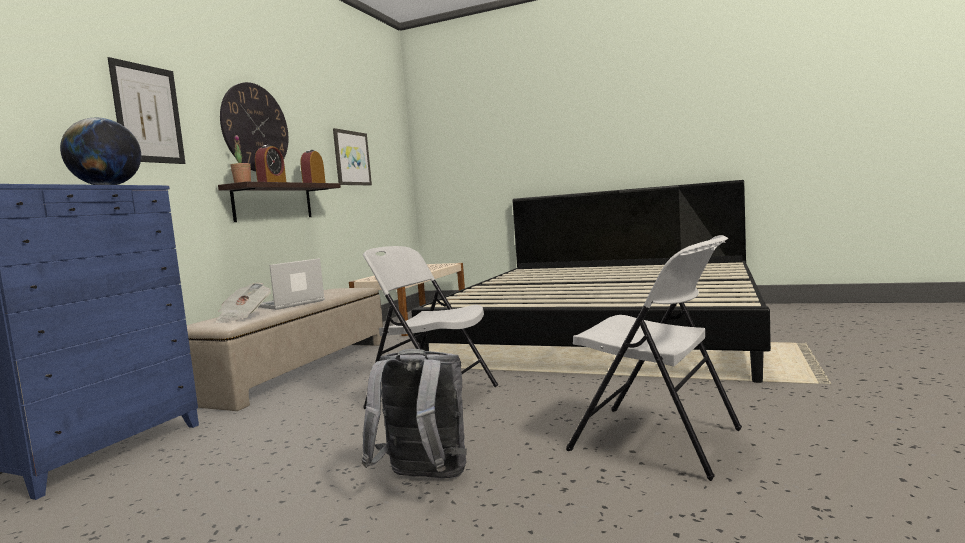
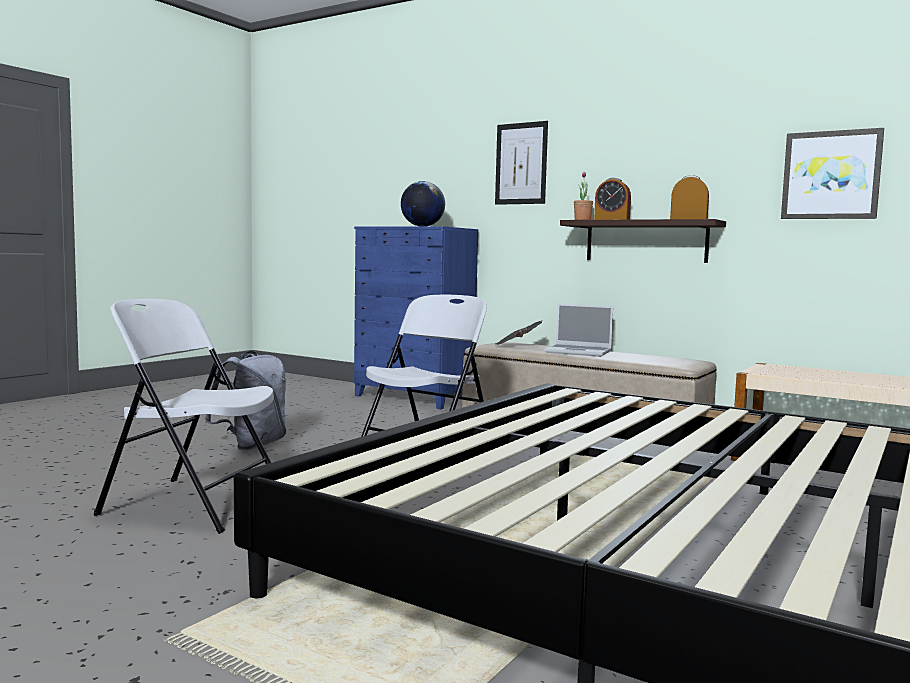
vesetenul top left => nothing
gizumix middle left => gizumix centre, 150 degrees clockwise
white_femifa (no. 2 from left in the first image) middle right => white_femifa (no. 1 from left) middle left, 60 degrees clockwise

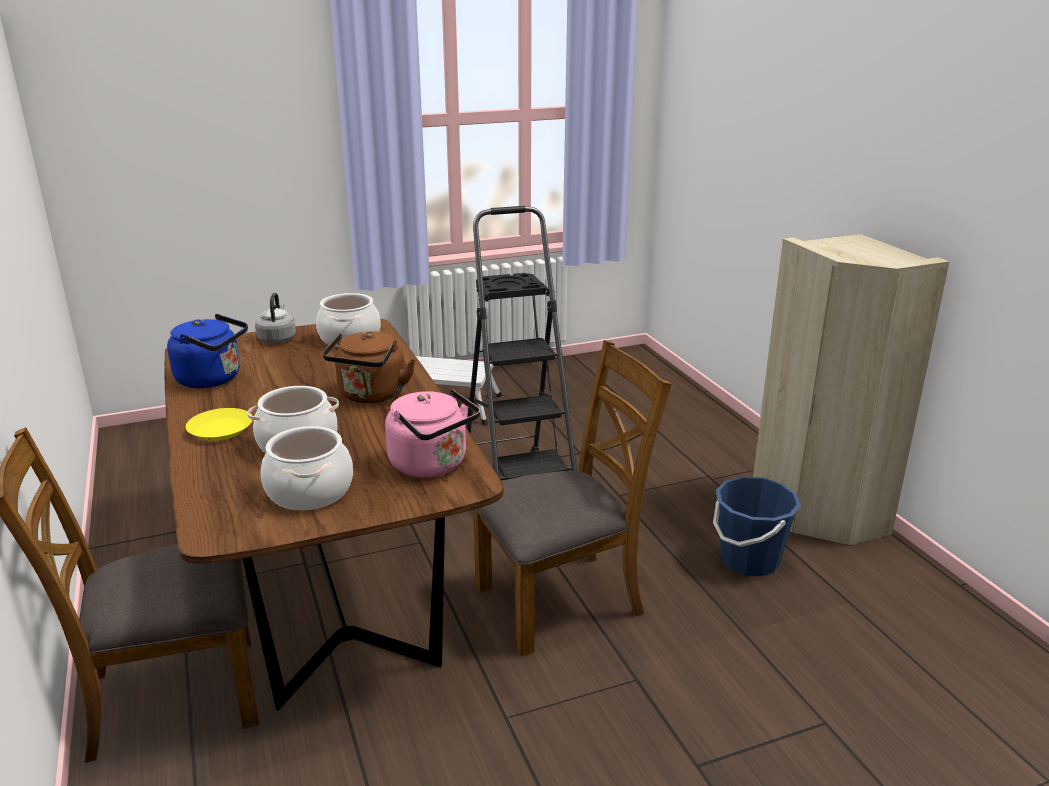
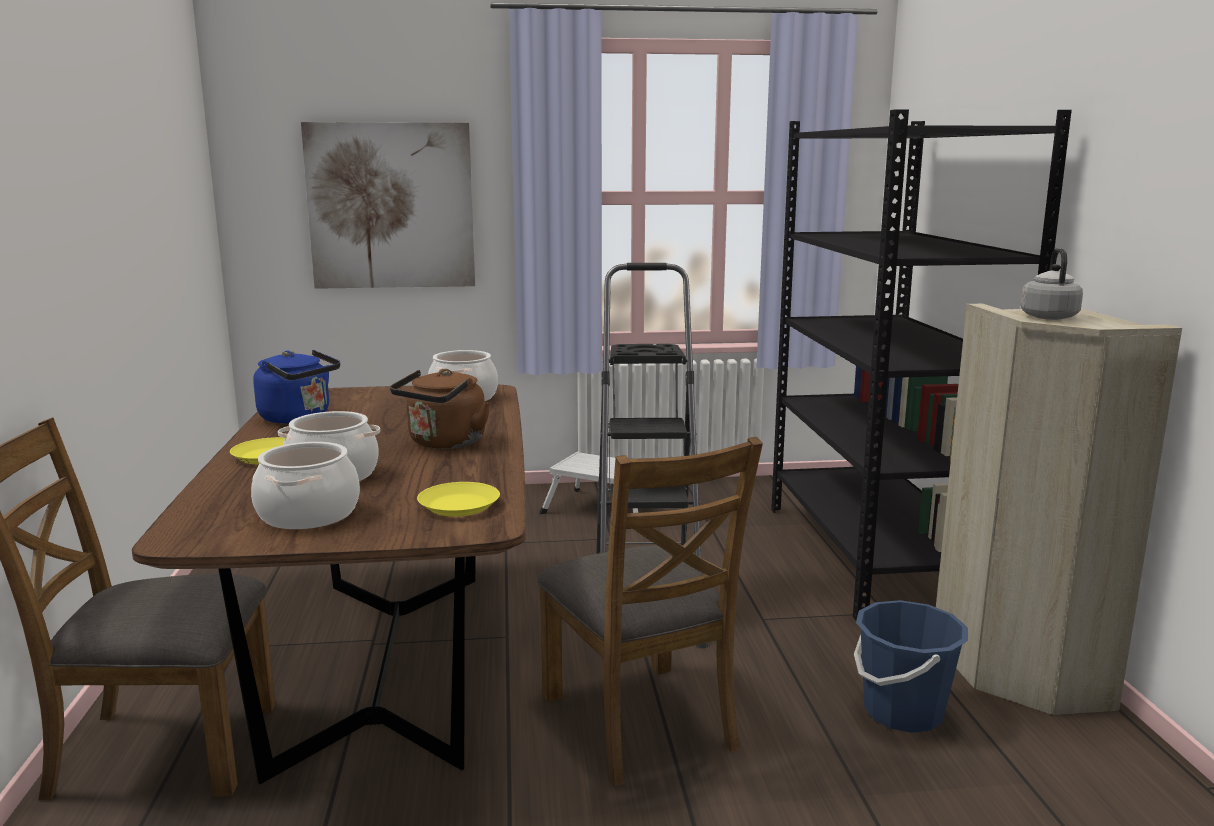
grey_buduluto middle left => grey_buduluto middle right, shifted
pink_buduluto centre => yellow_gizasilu (no. 2 from left) centre
brown_femifa (no. 2 from left) centre => brown_femifa (no. 2 from left) bottom centre, 75 degrees clockwise
nothing => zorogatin top left
nothing => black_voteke middle right

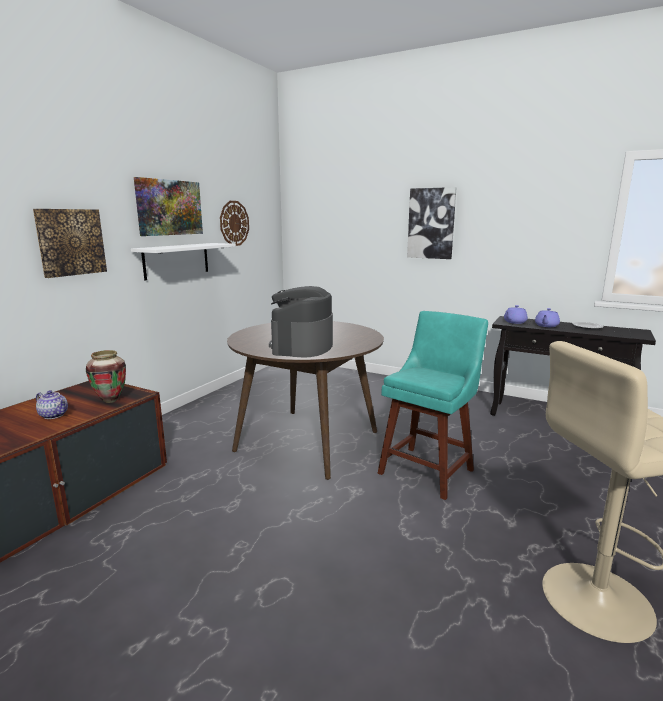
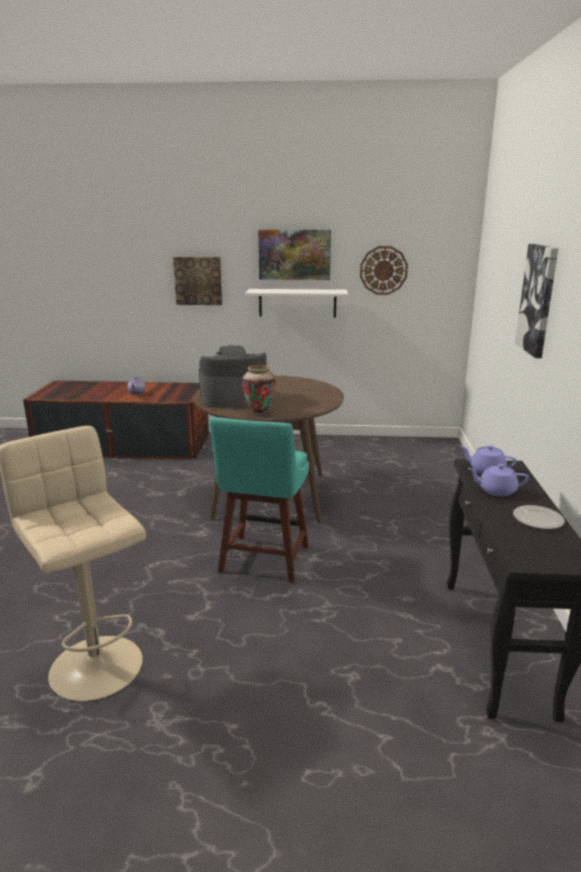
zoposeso middle left => zoposeso centre, shifted
turquoise_femifa centre, 90 degrees clockwise

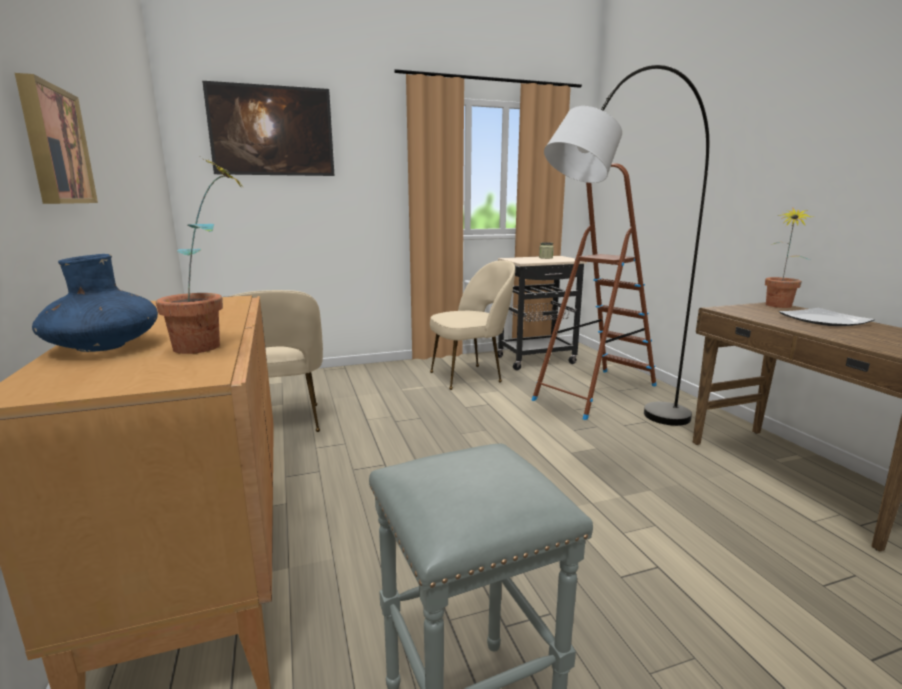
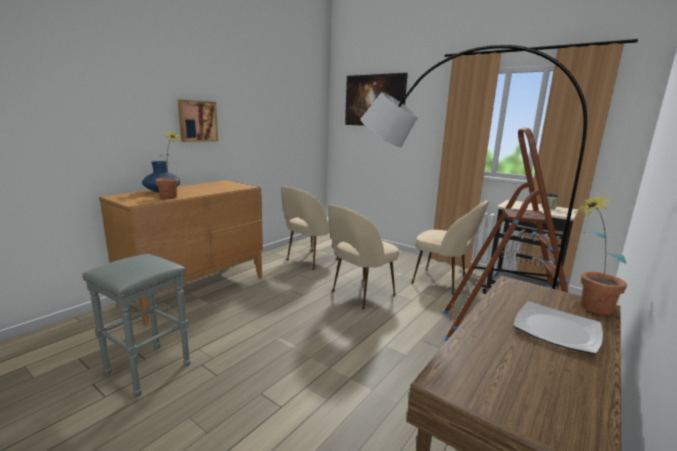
nothing => beige_femifa (no. 2 from left) centre

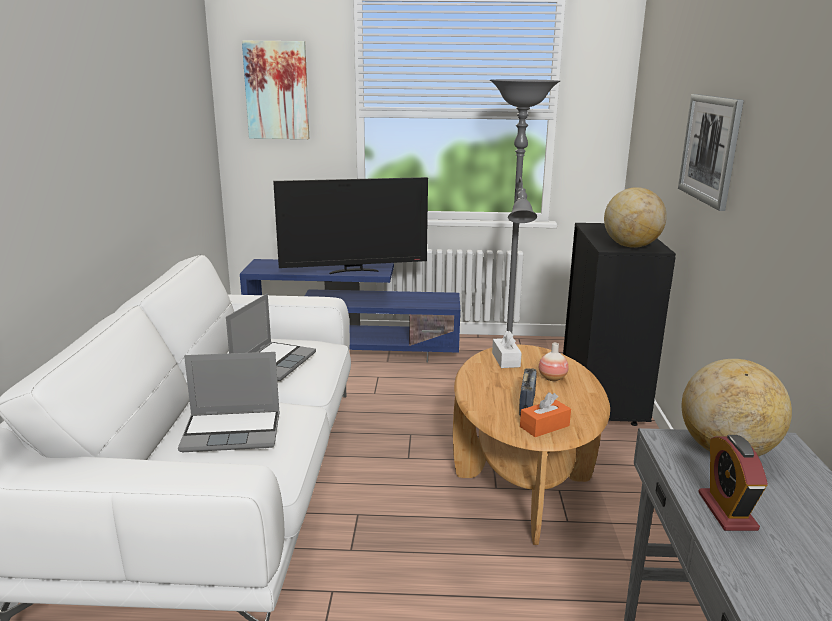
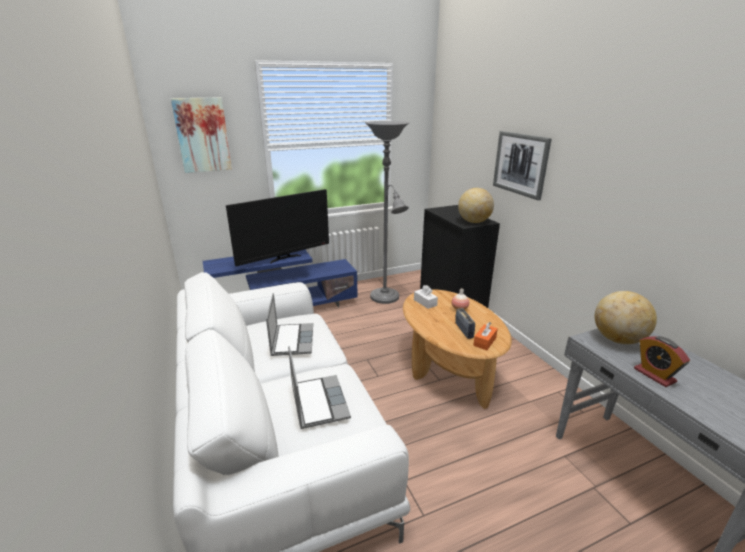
gizumix (no. 1 from left in the first image) middle left => gizumix (no. 2 from left) bottom centre, 75 degrees counterclockwise

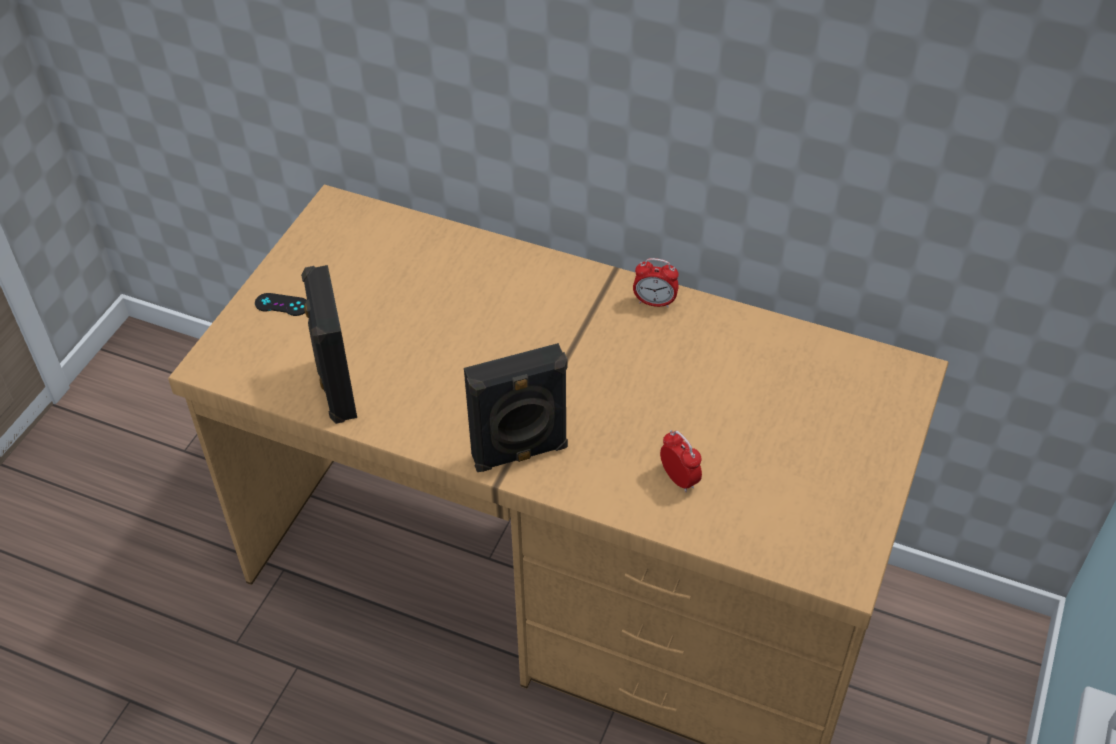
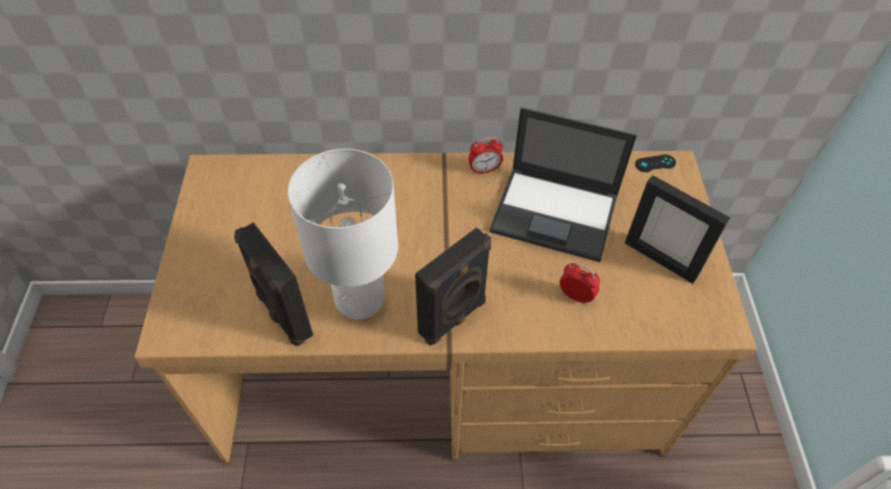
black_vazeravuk middle left => black_vazeravuk middle right, shifted
nothing => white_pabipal centre
nothing => gizumix centre
nothing => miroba middle right

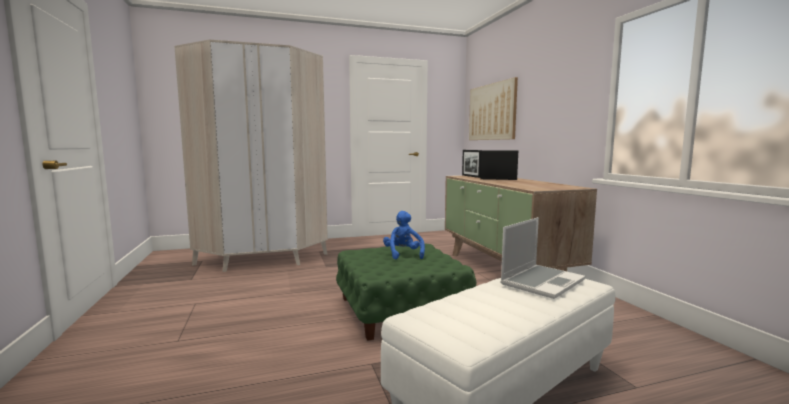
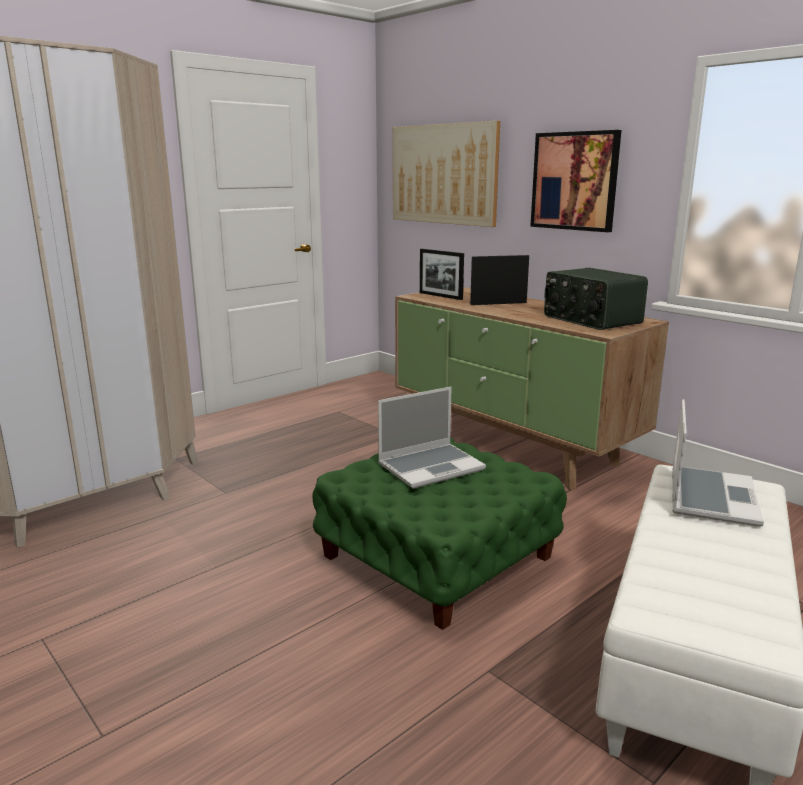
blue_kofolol centre => gizumix (no. 1 from left) centre
nothing => zorogatin (no. 2 from left) top right
nothing => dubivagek middle right

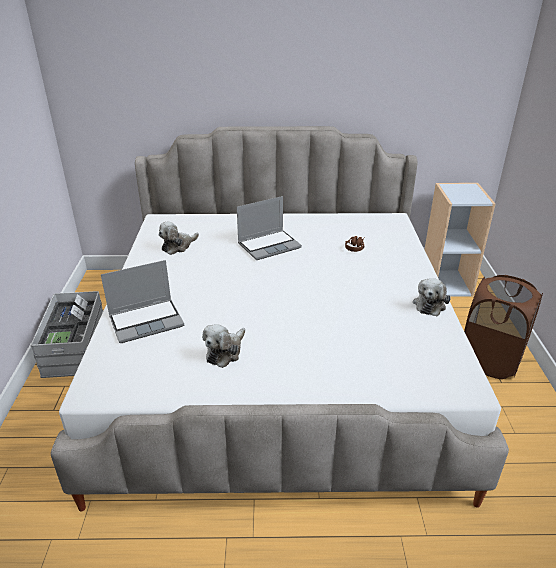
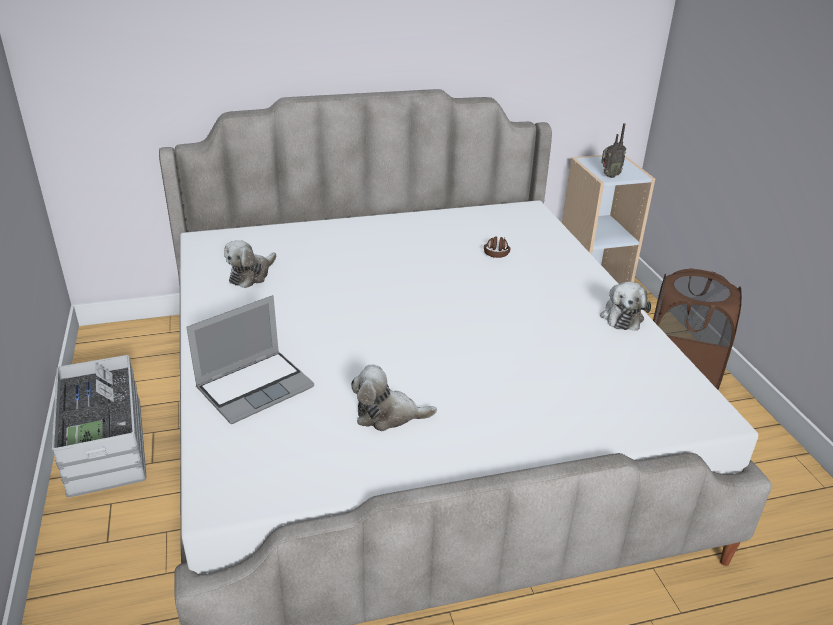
kofolol (no. 2 from left) centre, 75 degrees clockwise
gizumix (no. 2 from left) centre => nothing
nothing => dubivagek top right

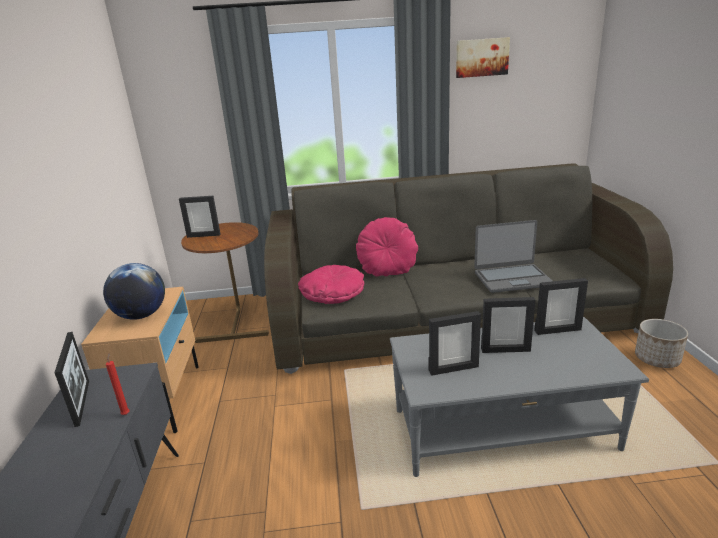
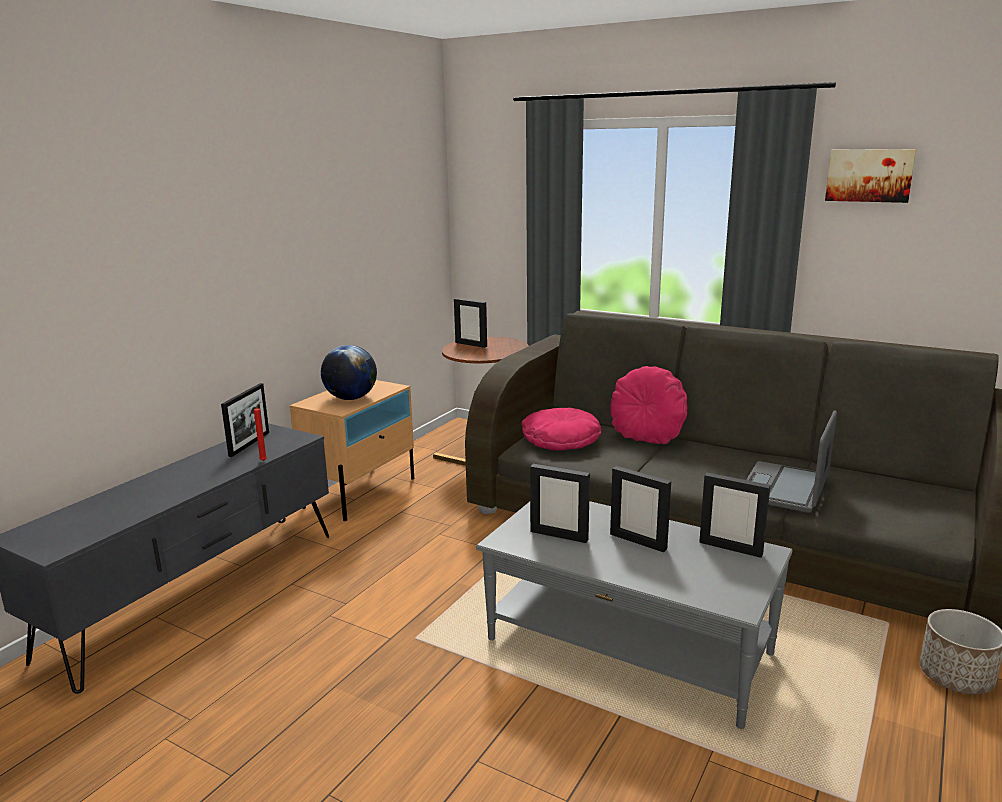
gizumix middle right, 90 degrees clockwise

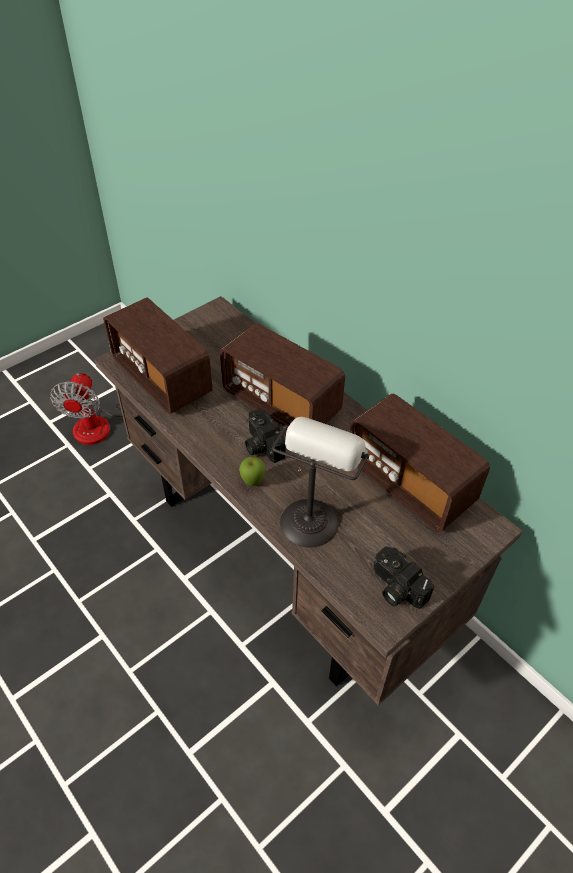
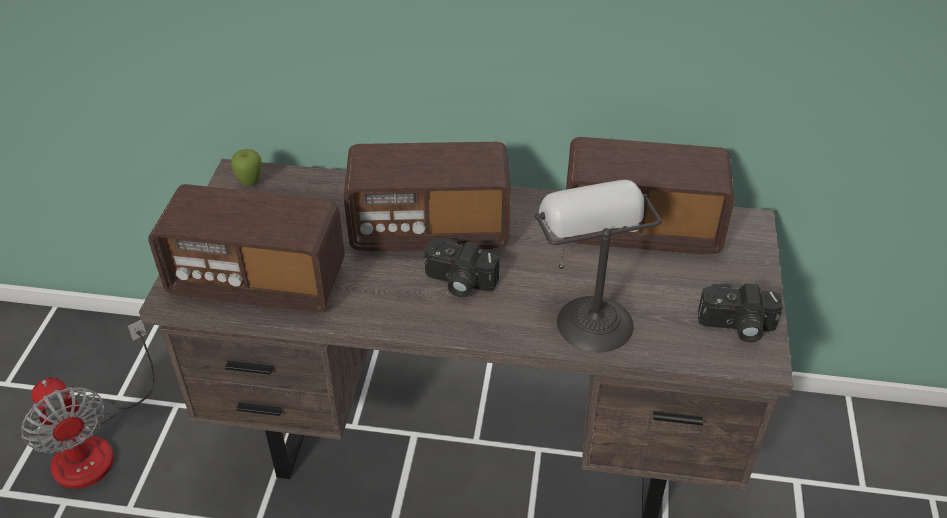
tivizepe centre => tivizepe top left, shifted

